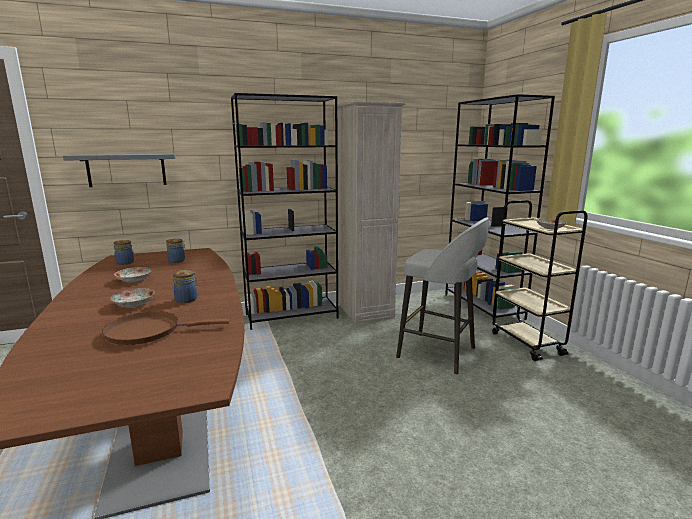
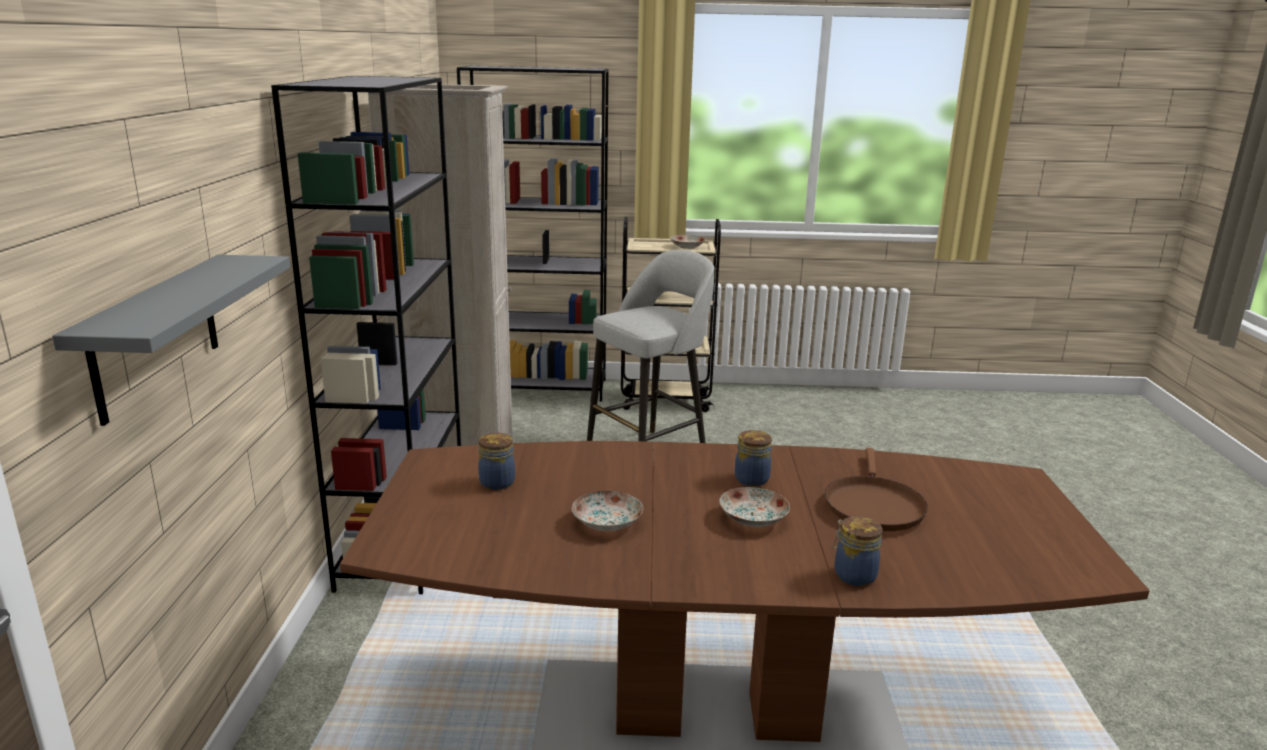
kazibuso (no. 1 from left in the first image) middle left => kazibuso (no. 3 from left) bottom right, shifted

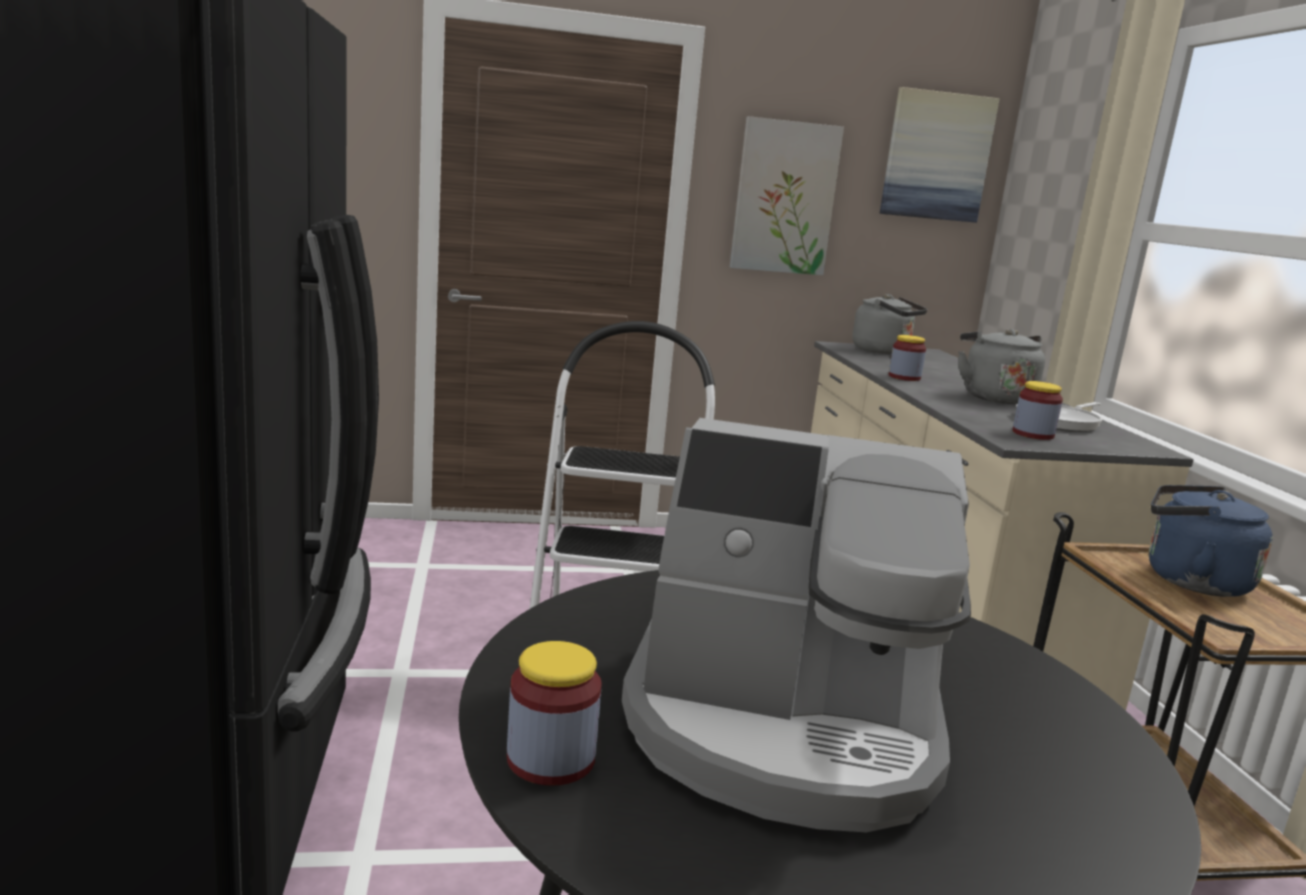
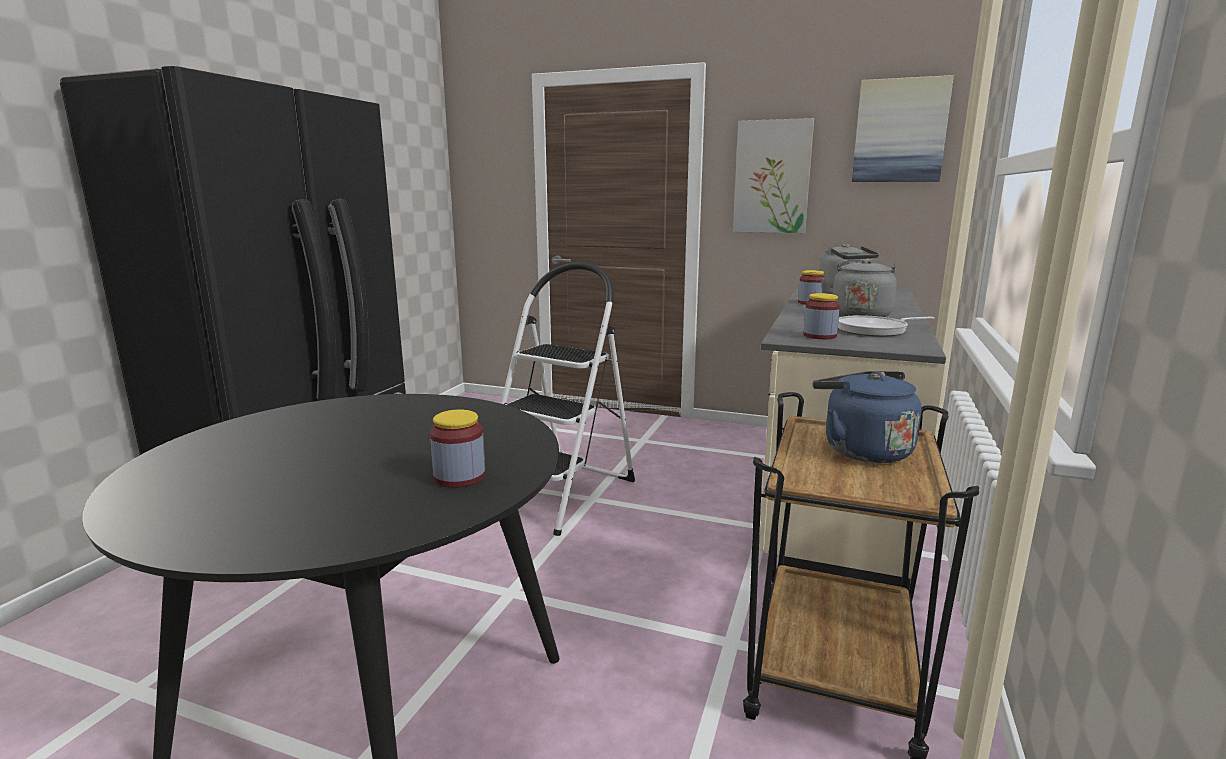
kazibuso (no. 1 from left) bottom centre => kazibuso (no. 1 from left) centre, shifted
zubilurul bottom centre => nothing

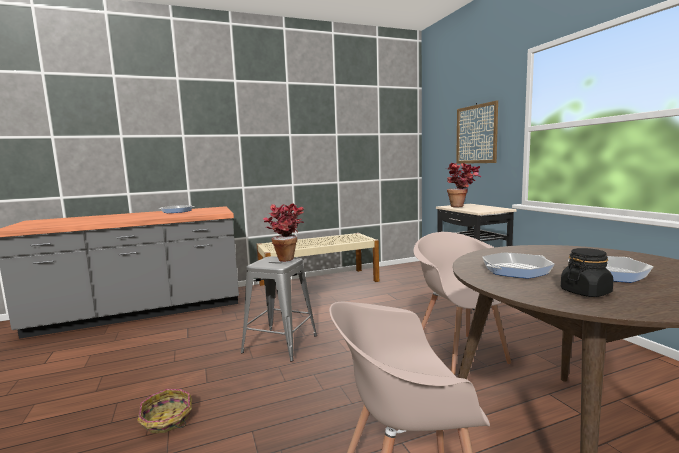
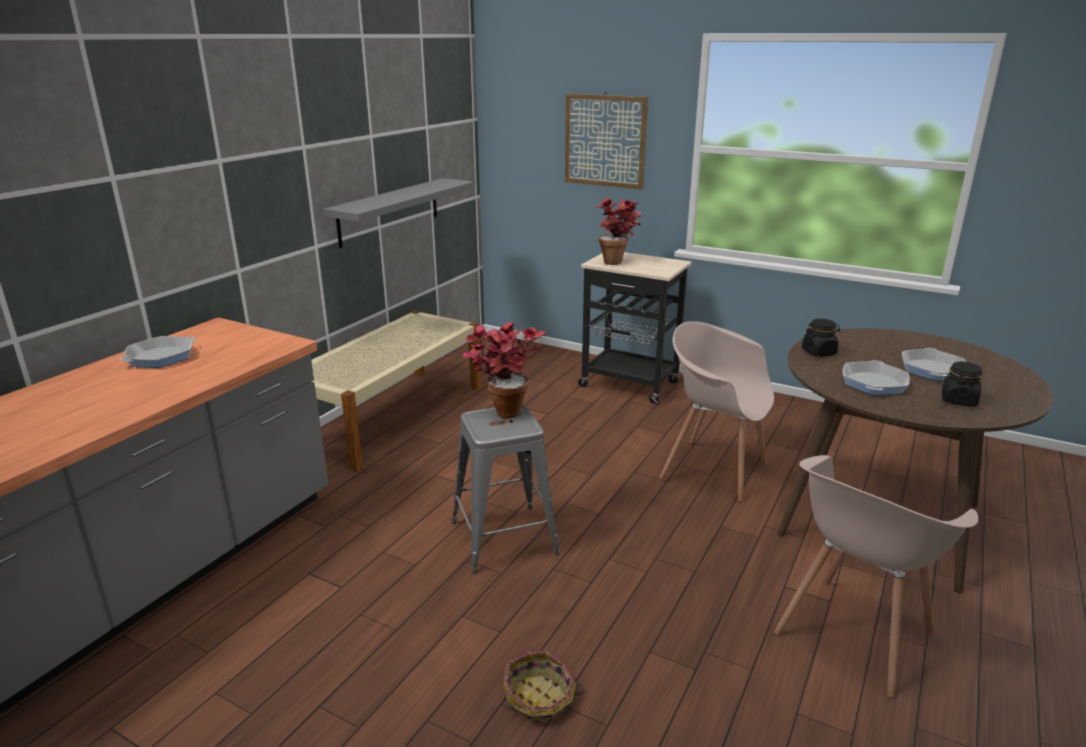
nothing => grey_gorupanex top centre
nothing => black_kazibuso (no. 1 from left) middle right

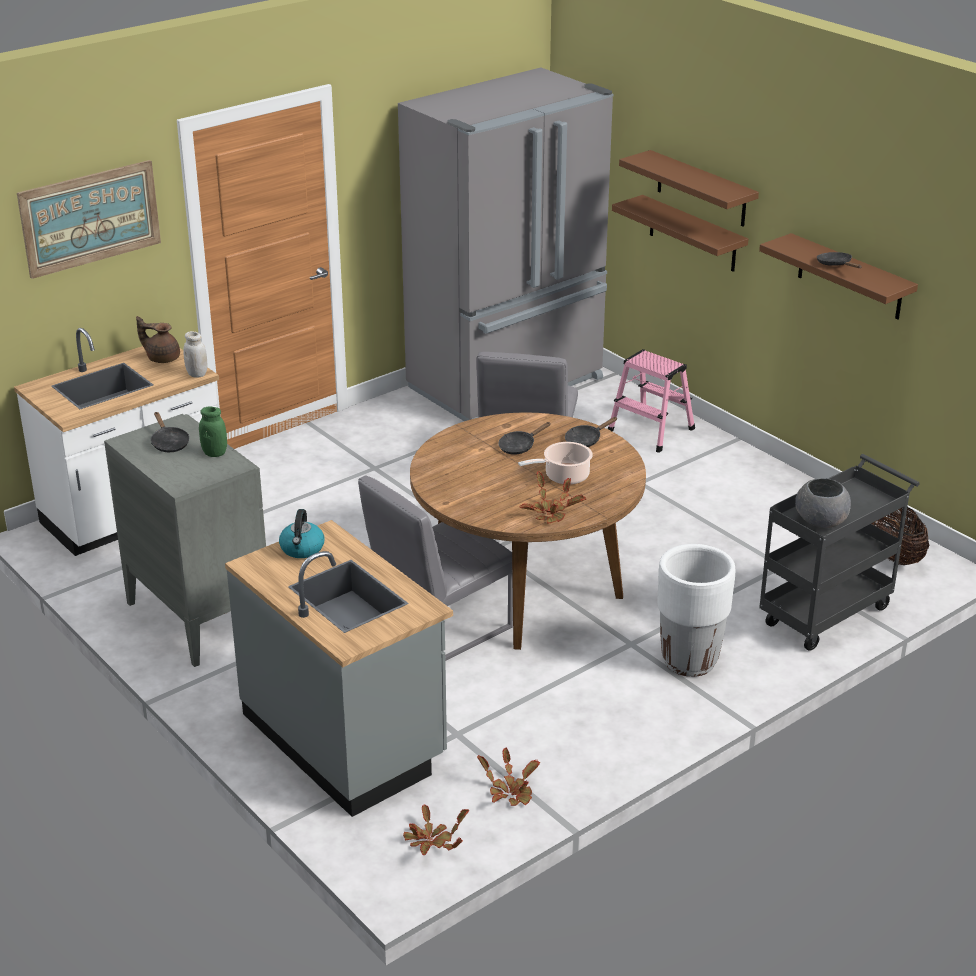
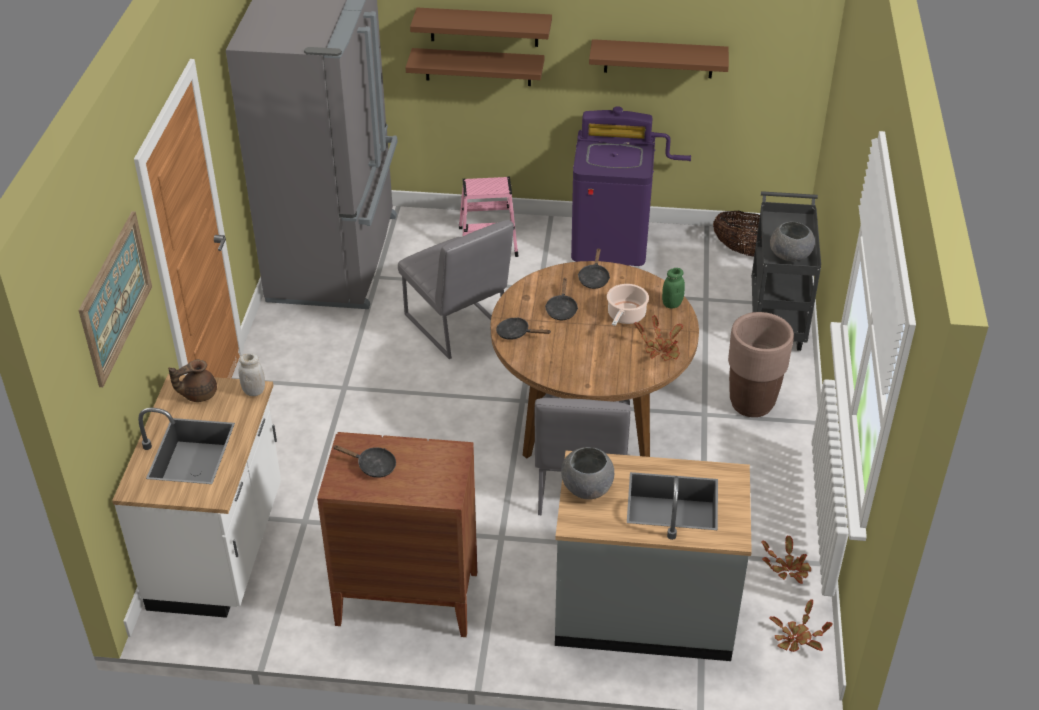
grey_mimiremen middle left => brown_mimiremen bottom centre
green_kazibuso middle left => green_kazibuso centre, shifted
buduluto middle left => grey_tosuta (no. 1 from left) centre
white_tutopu middle right => brown_tutopu middle right
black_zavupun (no. 4 from left in the first image) top right => black_zavupun (no. 2 from left) centre, shifted
nothing => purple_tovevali top centre

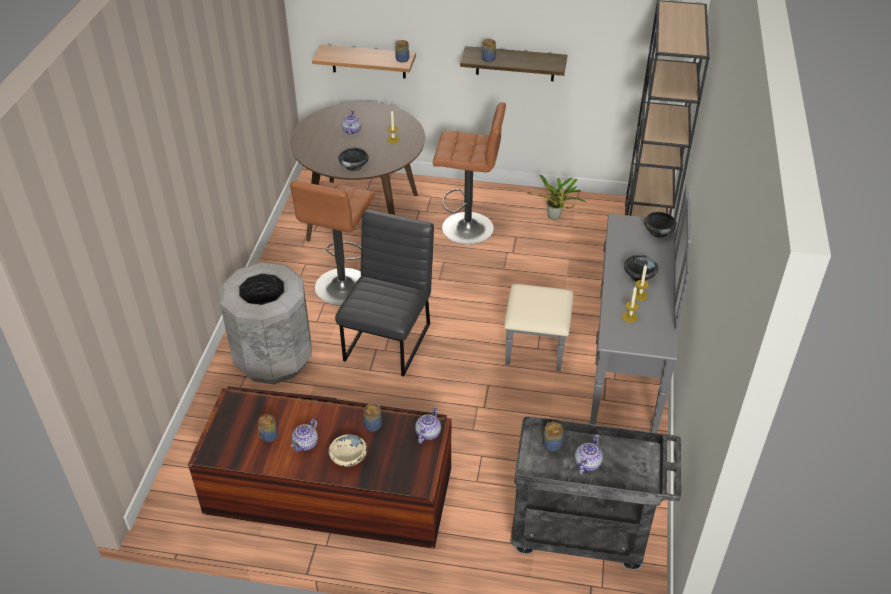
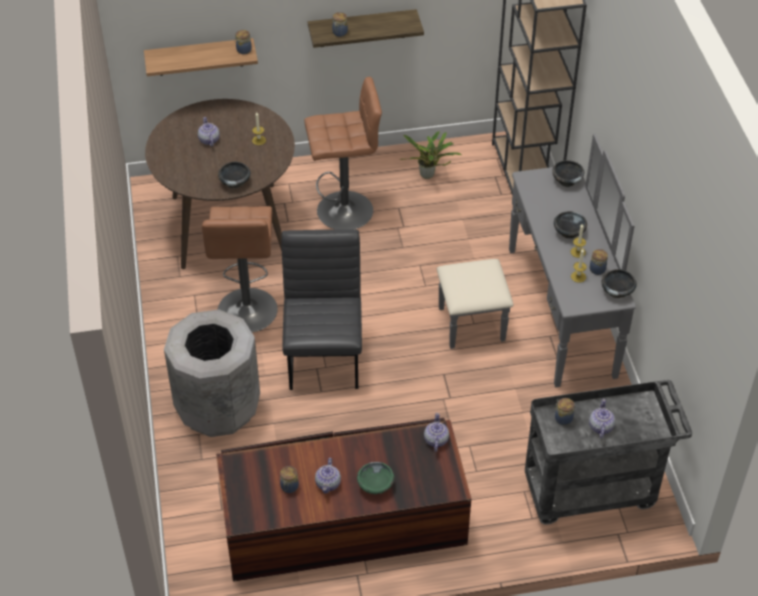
beige_tosuta bottom centre => green_tosuta bottom centre
kazibuso (no. 2 from left in the first image) bottom centre => kazibuso (no. 5 from left) middle right, shifted
nothing => black_tosuta (no. 4 from left) middle right

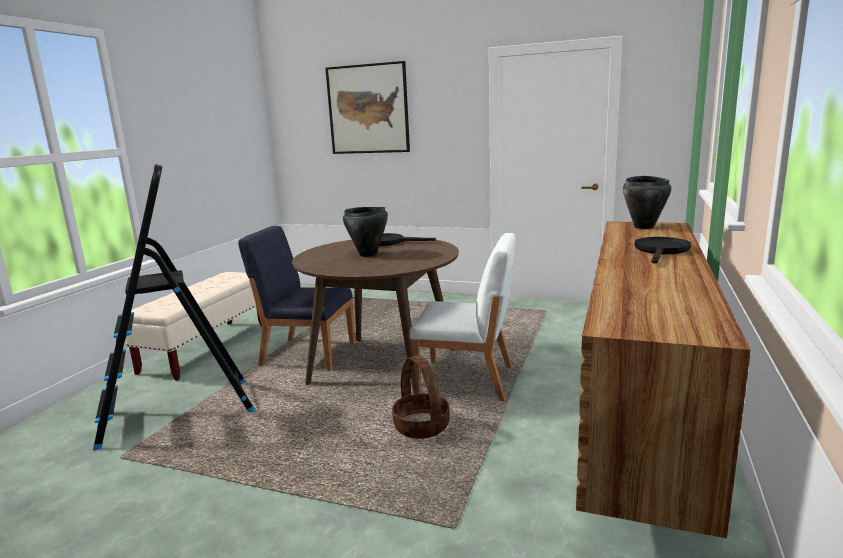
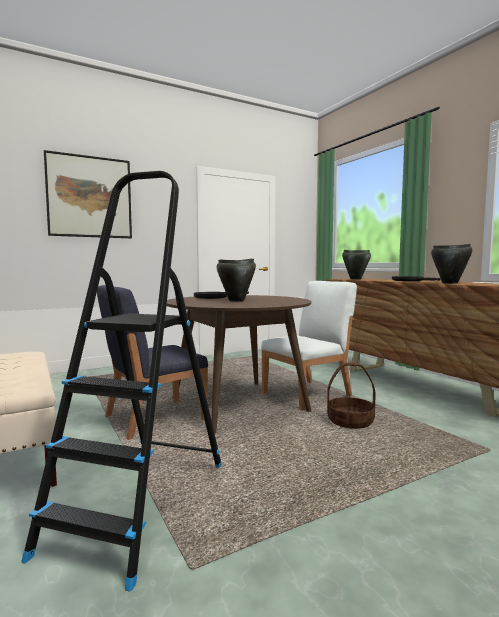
nothing => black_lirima (no. 3 from left) middle right

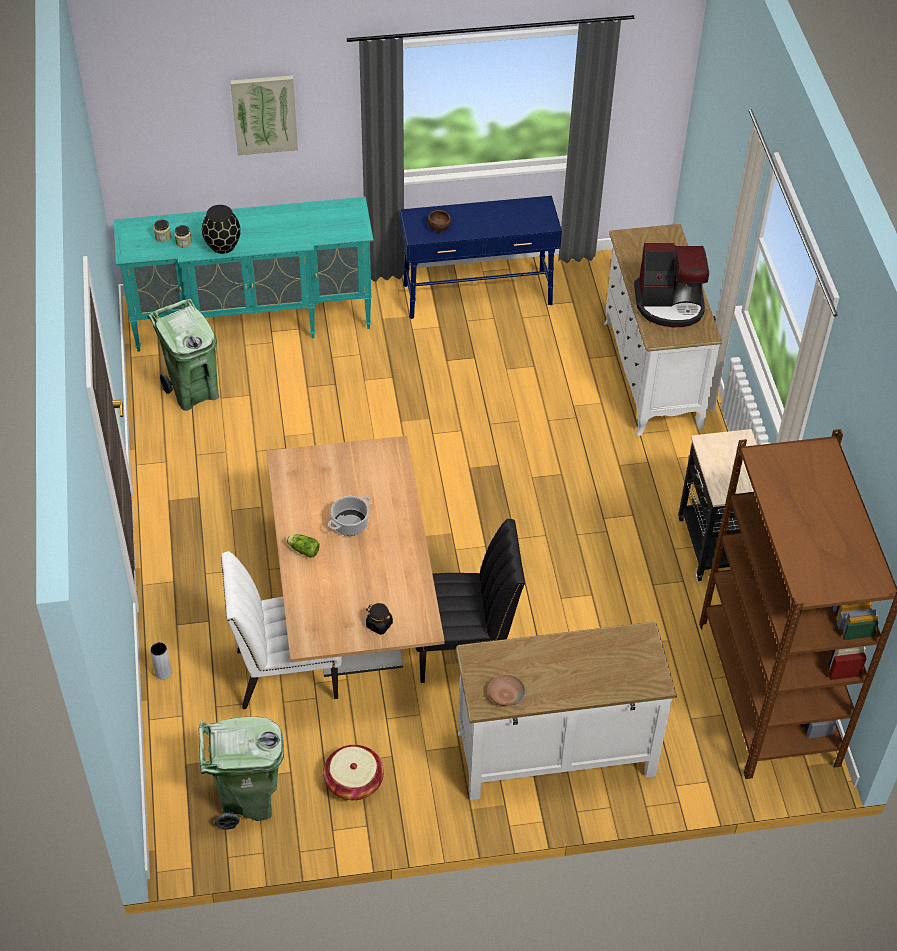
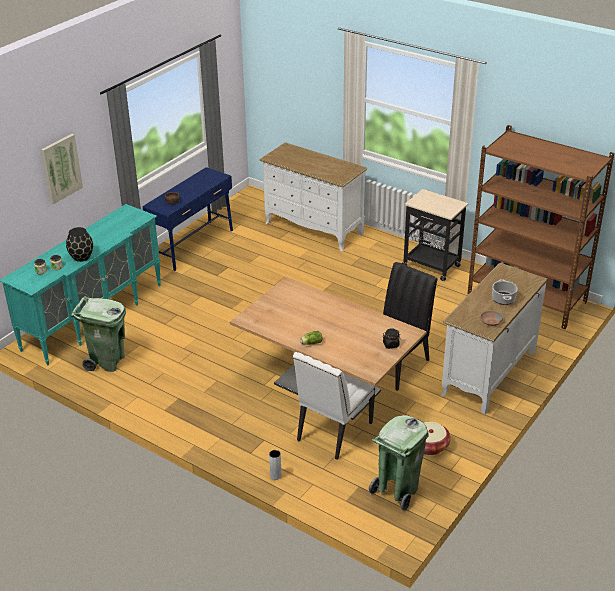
lirima centre => lirima middle right, shifted
zubilurul top right => nothing

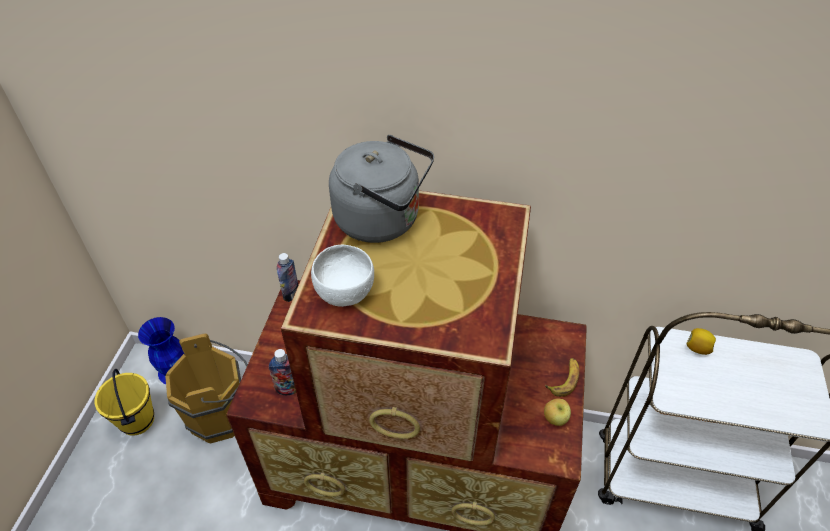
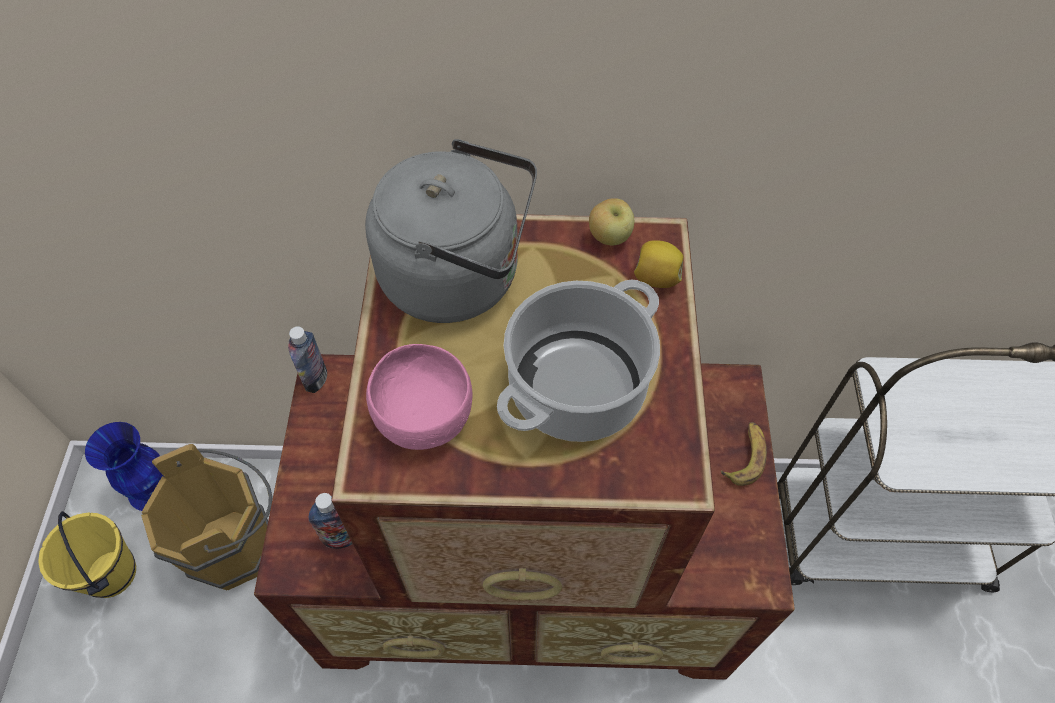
white_tosuta centre => pink_tosuta centre
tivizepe bottom right => tivizepe top centre, shifted
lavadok middle right => lavadok centre, shifted
nothing => lirima centre

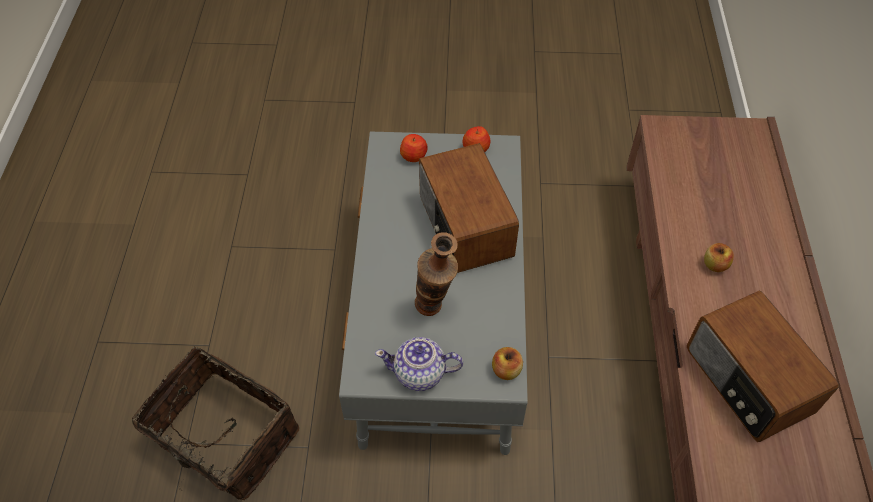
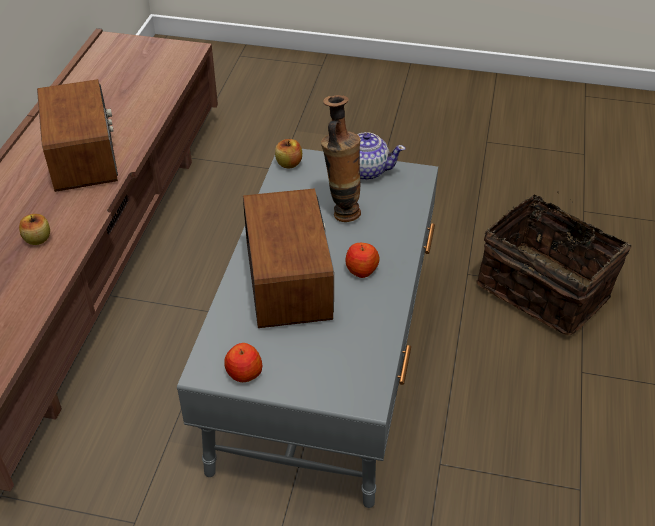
tivizepe (no. 1 from left in the first image) top centre => tivizepe (no. 4 from left) centre, shifted

